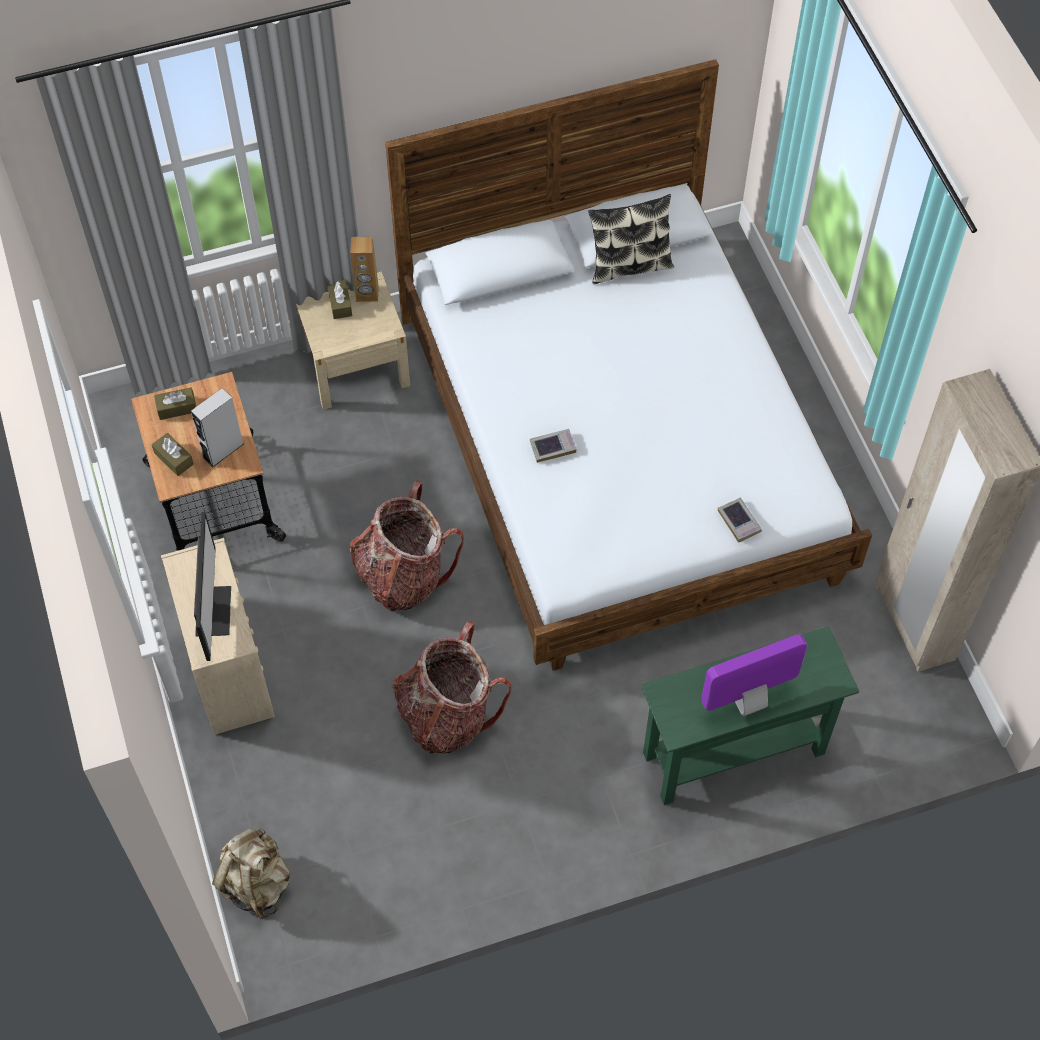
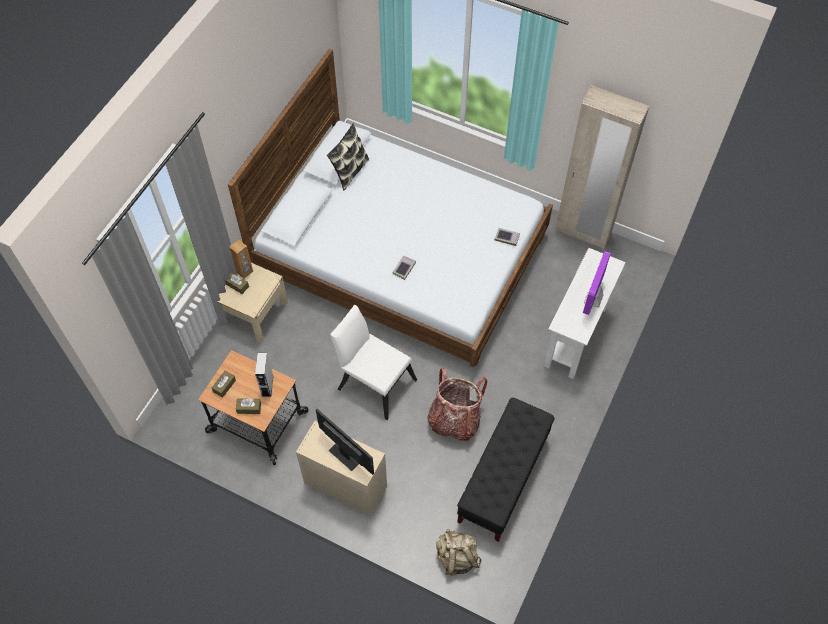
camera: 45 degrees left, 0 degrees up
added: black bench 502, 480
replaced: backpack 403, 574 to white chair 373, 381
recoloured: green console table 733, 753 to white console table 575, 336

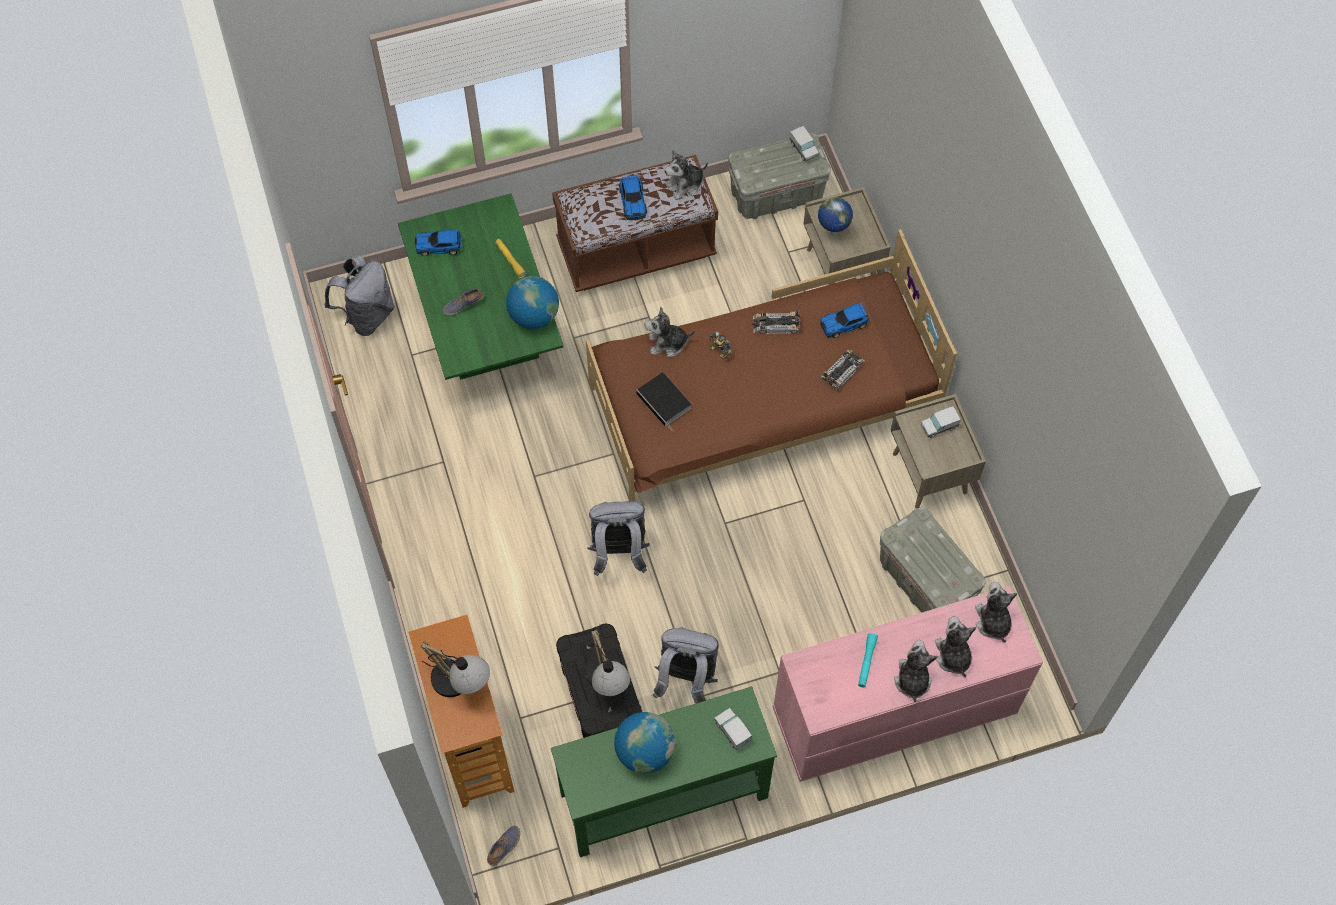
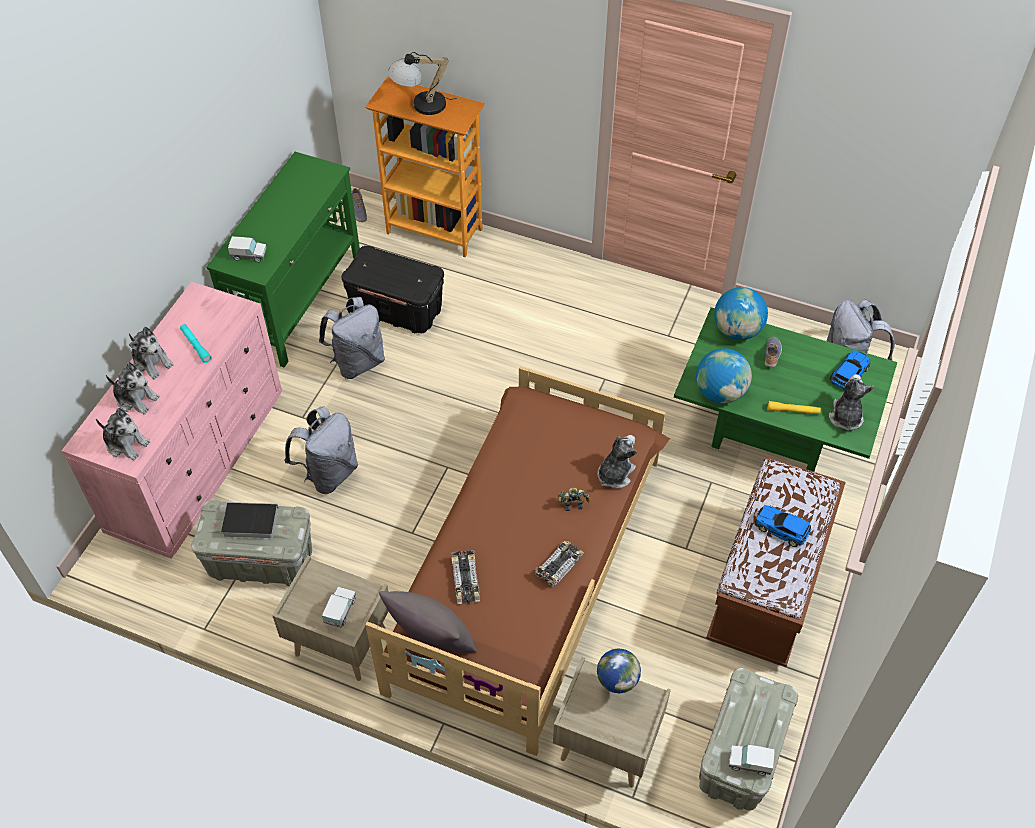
camera: 130 degrees right, 10 degrees down
removed: table lamp 607, 682; toy car 845, 323
added: grey pillow 431, 642
moved: book 665, 402 to 248, 523; grey backpack 618, 553 to 329, 473; globe 644, 751 to 737, 331; plush toy 685, 185 to 845, 417

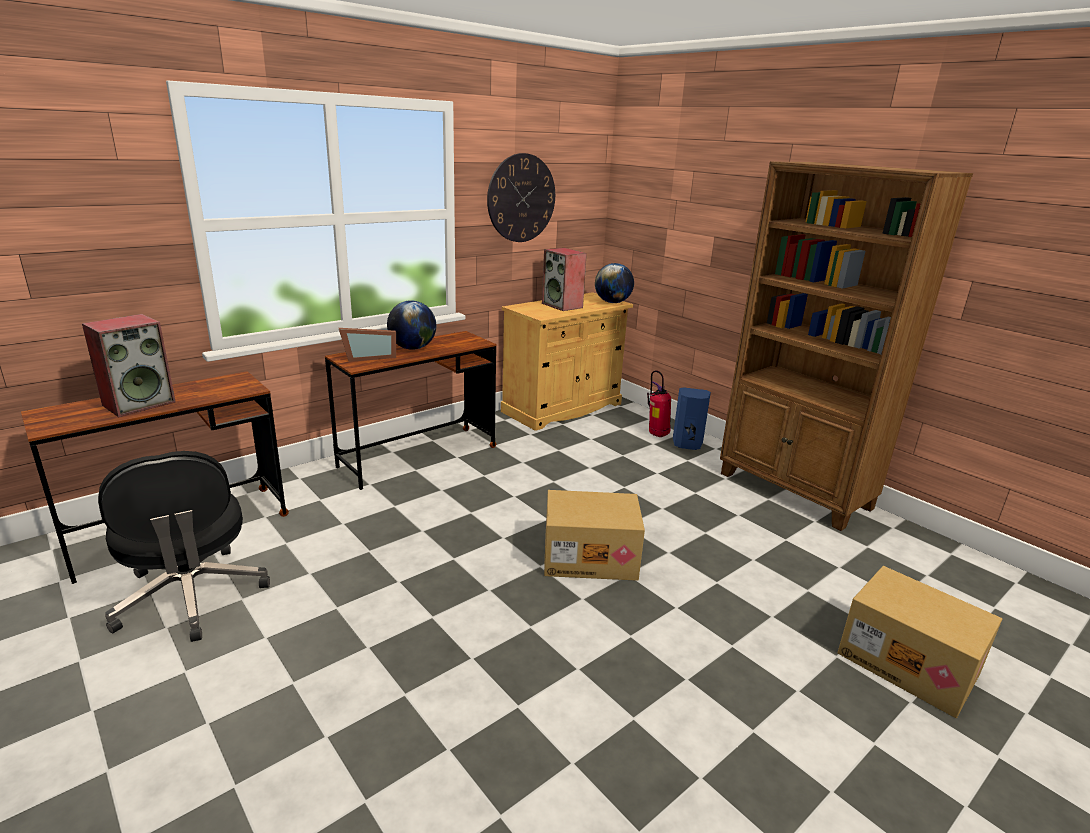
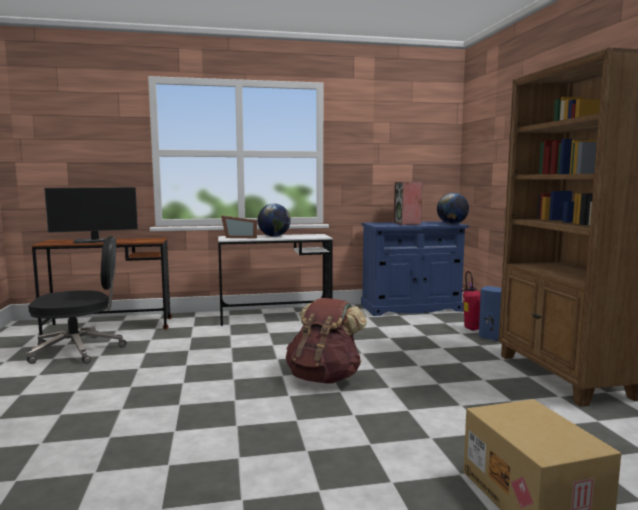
camera: 30 degrees right, 15 degrees down
removed: wall clock 521, 198
replaced: speaker 139, 403 to monitor 96, 241; cardboard box 590, 557 to brown backpack 324, 378
recoloured: brown desk 418, 456 to white desk 275, 317; beige cabinet 562, 408 to blue cabinet 411, 308
turned: black office chair 191, 597 = 79, 350 105 degrees counterclockwise

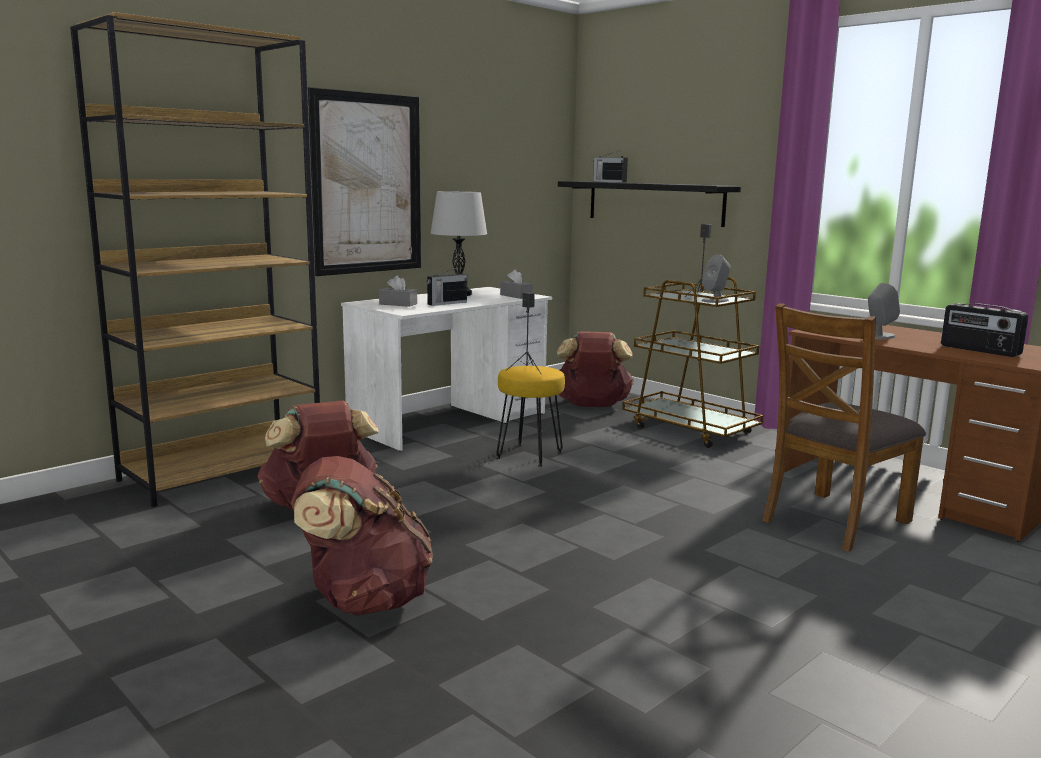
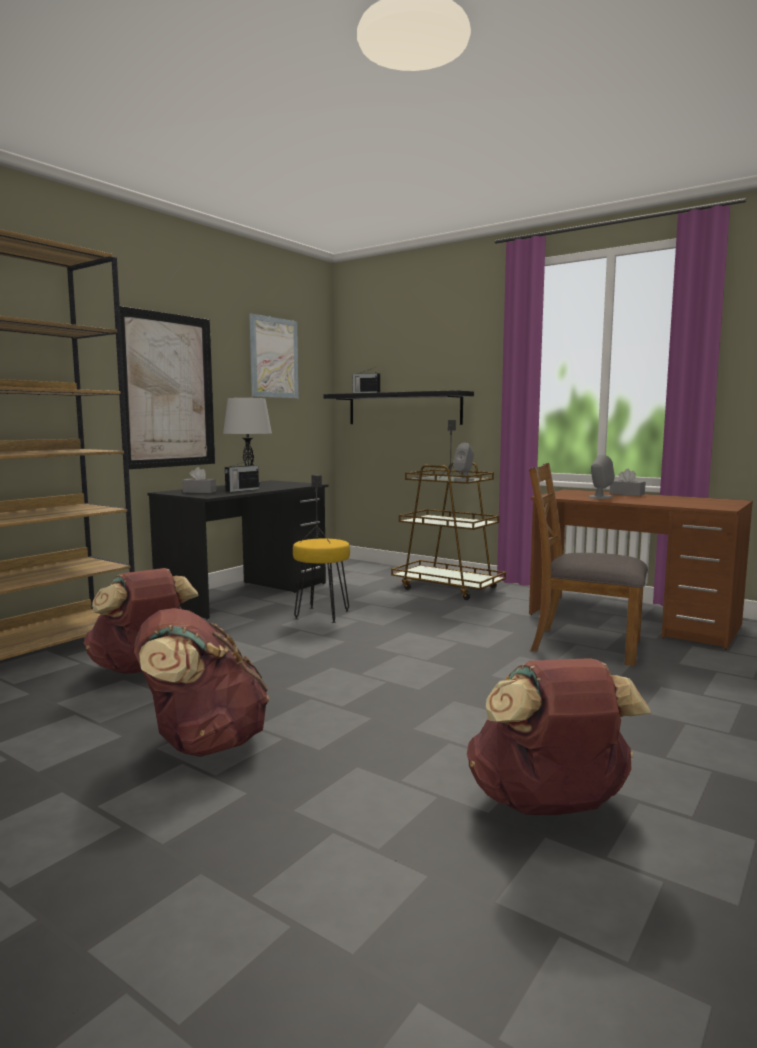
camera: 10 degrees left, 5 degrees down
removed: radio 979, 350
added: picture 274, 357
moved: brown backpack 592, 406 to 549, 806; grey tissue box 516, 296 to 627, 494
recoloured: white desk 450, 422 to black desk 246, 594
turned: brown chair 834, 520 = 584, 645 75 degrees clockwise

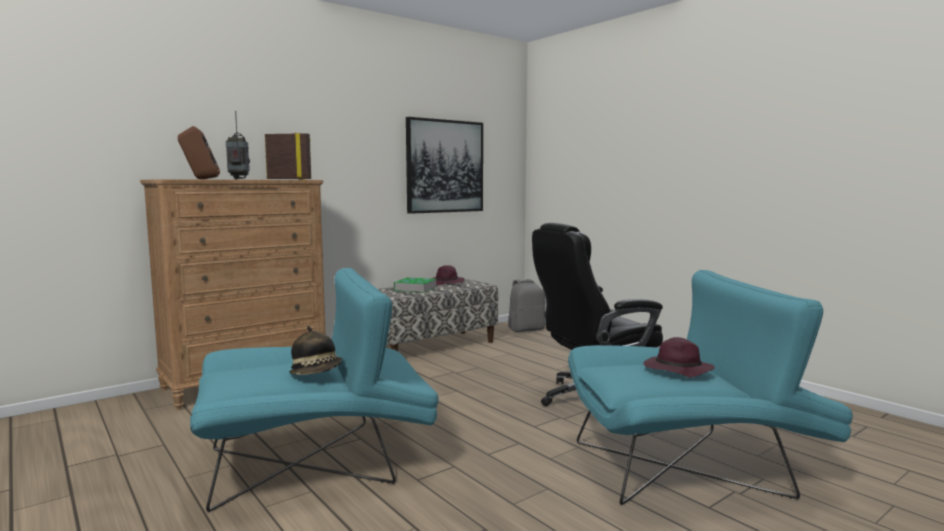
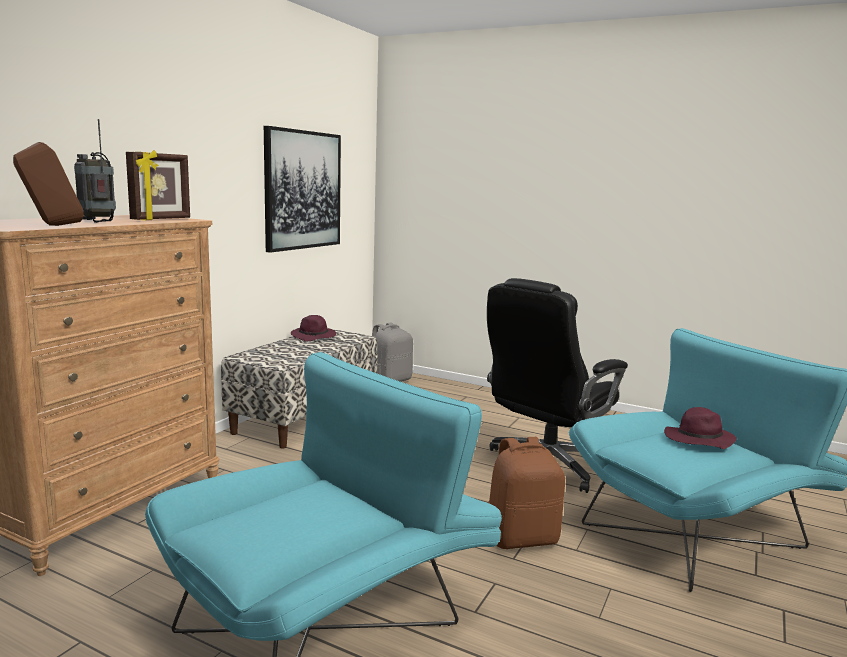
camera: 25 degrees left, 5 degrees up
removed: hat 317, 373; book 415, 289
added: brown backpack 522, 538
turned: picture frame 289, 179 = 162, 219 135 degrees clockwise

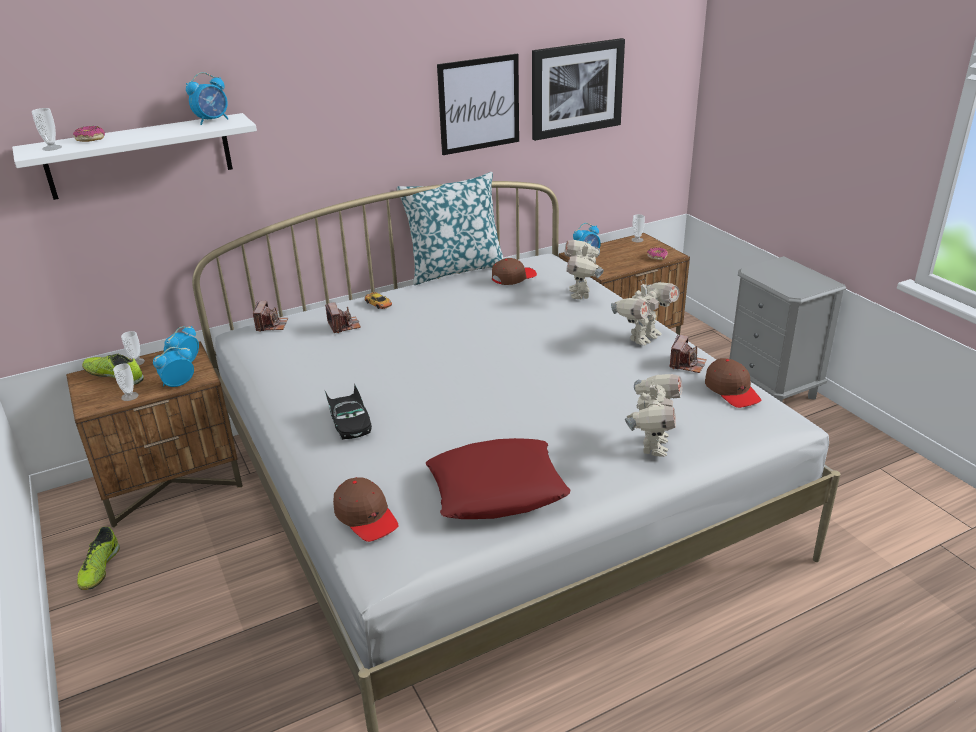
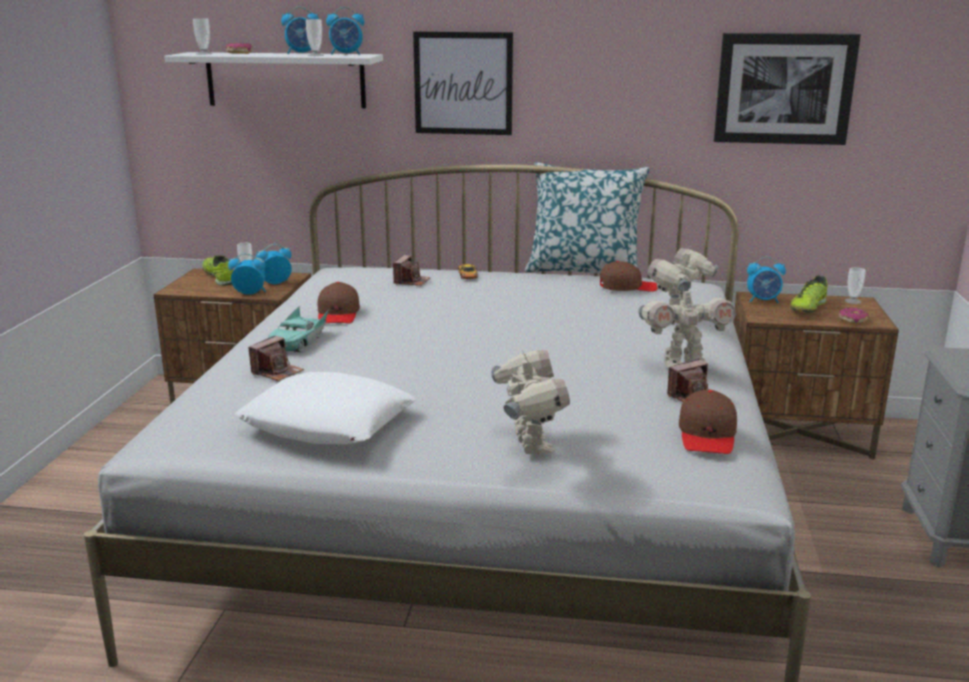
camera: 35 degrees right, 10 degrees down
added: alarm clock 302, 53
moved: photo camera 271, 325 to 277, 372; cup 129, 396 to 315, 55; brown cap 366, 517 to 338, 314; picture 479, 104 to 463, 83; shoe 99, 568 to 807, 308
recoloured: red pillow 497, 488 to white pillow 328, 422; black toy car 349, 422 to turquoise toy car 299, 341
turned: toy robot 652, 445 = 529, 445 60 degrees counterclockwise

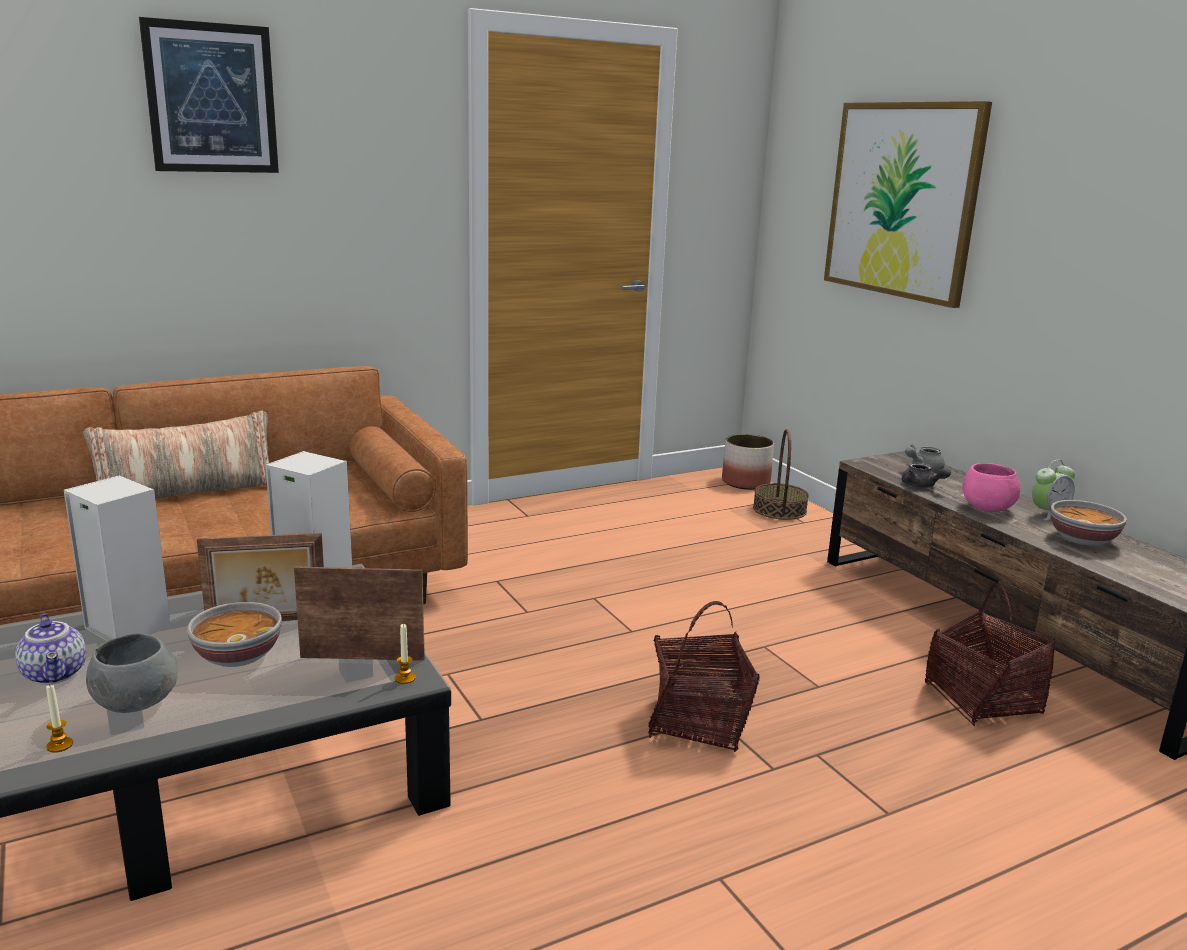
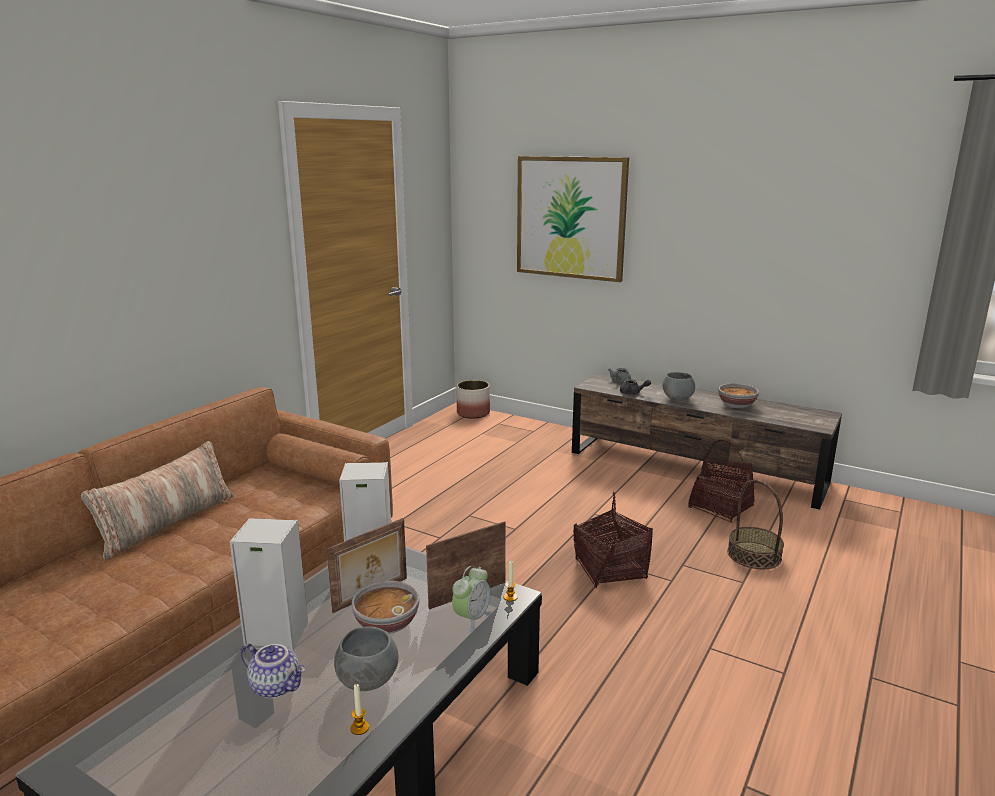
camera: 30 degrees left, 0 degrees up
removed: picture 211, 98
moved: alarm clock 1048, 514 to 471, 618; basket 779, 510 to 754, 555
recoloured: pink bowl 987, 508 to grey bowl 678, 398

